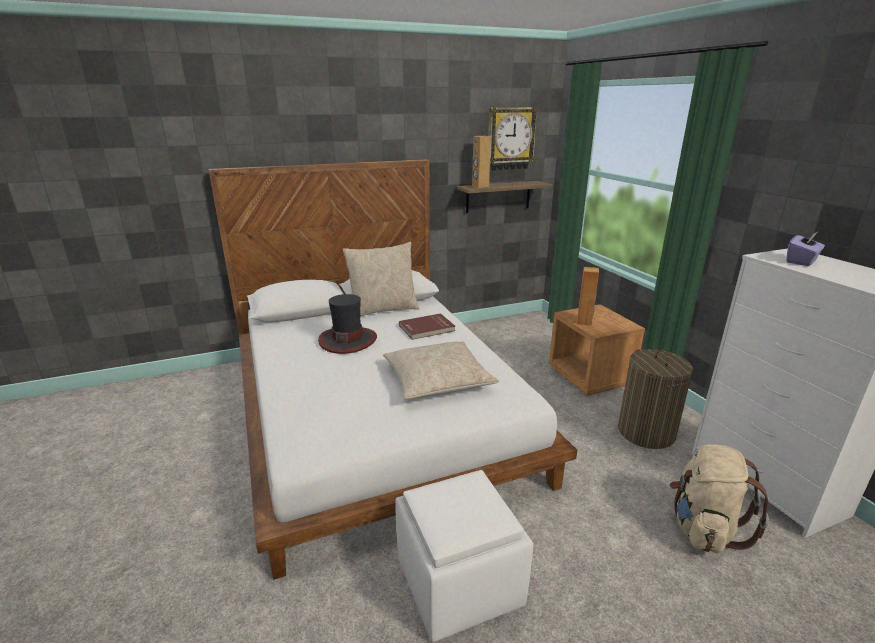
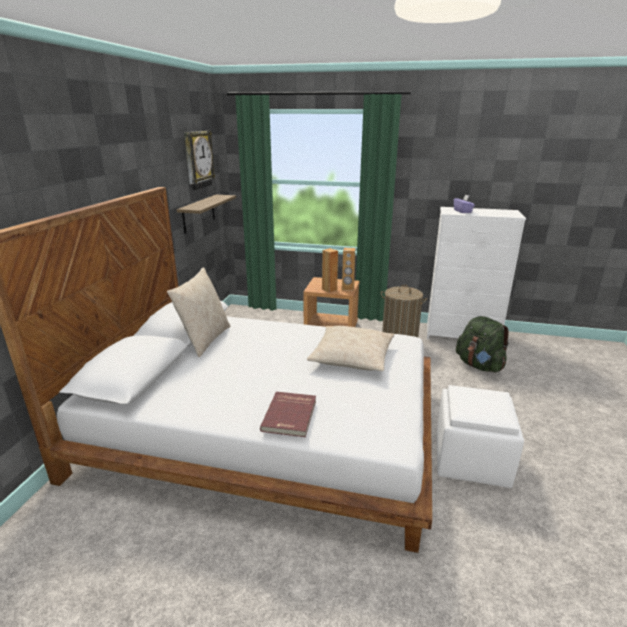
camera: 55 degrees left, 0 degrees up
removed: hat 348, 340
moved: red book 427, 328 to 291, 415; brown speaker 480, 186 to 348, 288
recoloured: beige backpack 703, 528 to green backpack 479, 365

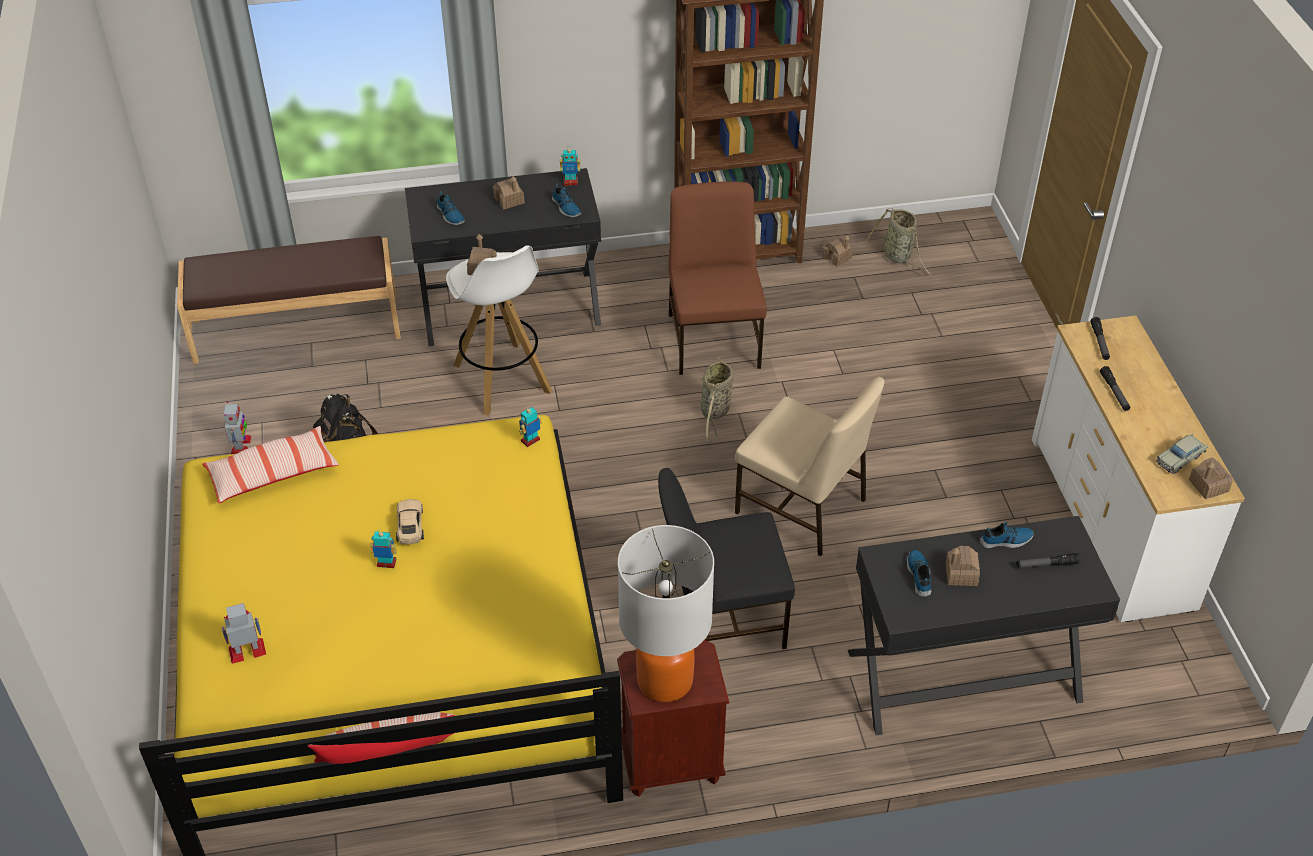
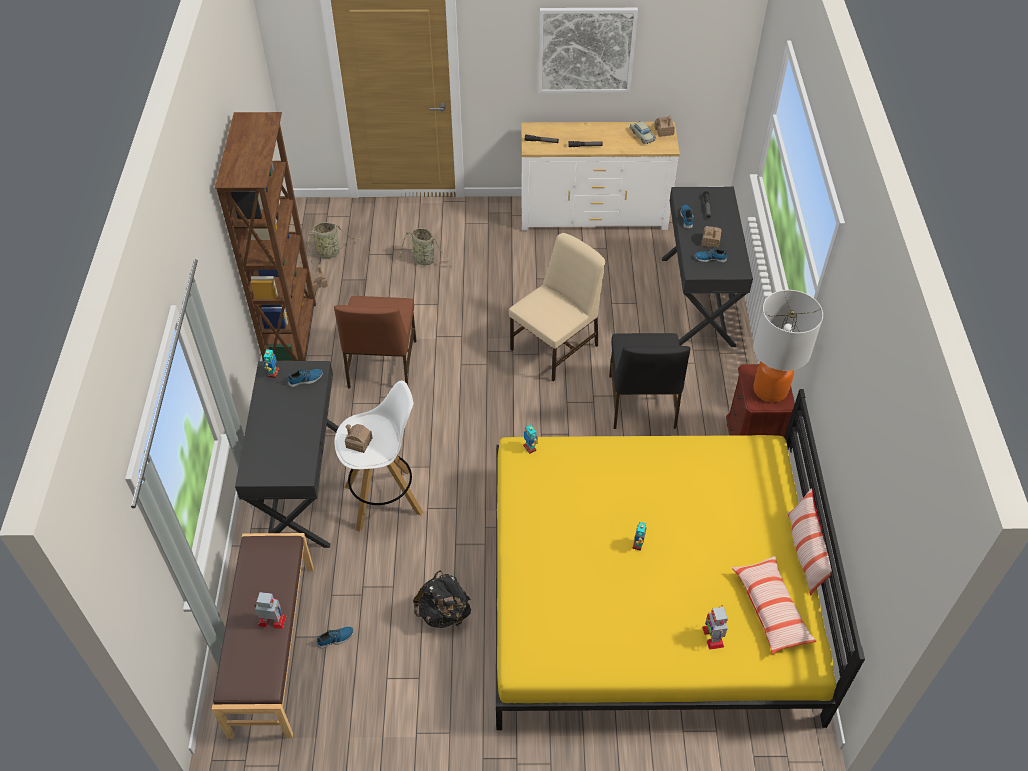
camera: 80 degrees left, 5 degrees up
removed: beige toy car 410, 526; toy house 509, 200
added: picture 586, 50
moved: toy robot 241, 446 to 272, 620; shoe 450, 215 to 335, 638; basket 715, 412 to 425, 260; pillow 272, 474 to 771, 609
turned: brown chair 714, 339 = 381, 365 90 degrees counterclockwise

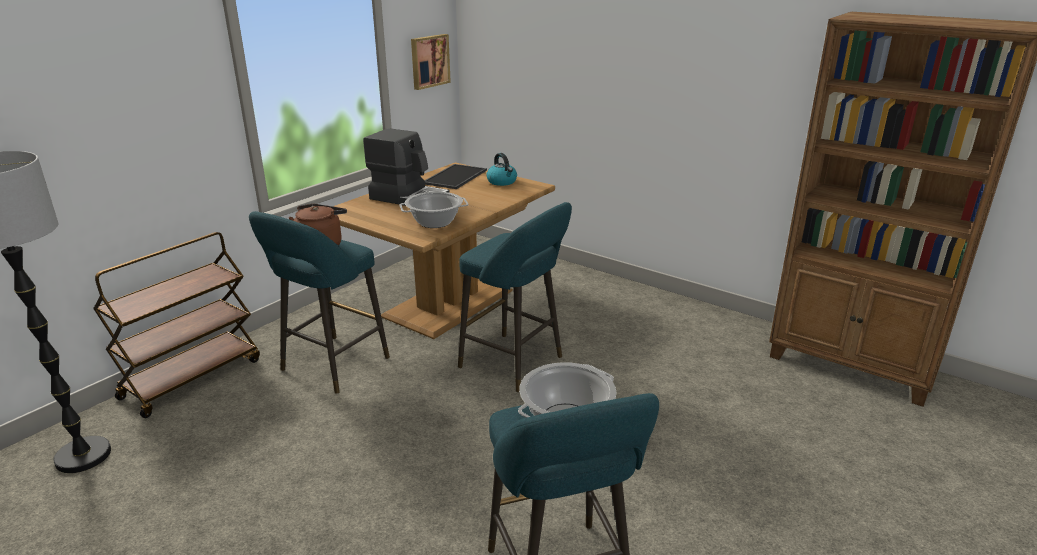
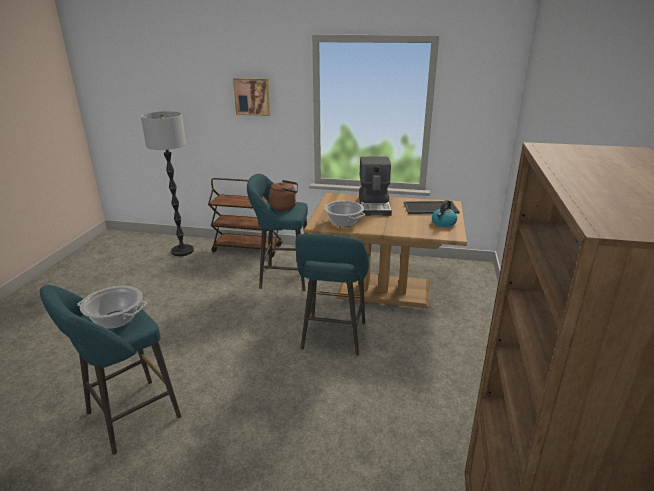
camera: 65 degrees right, 0 degrees up
moved: picture 429, 61 to 252, 96

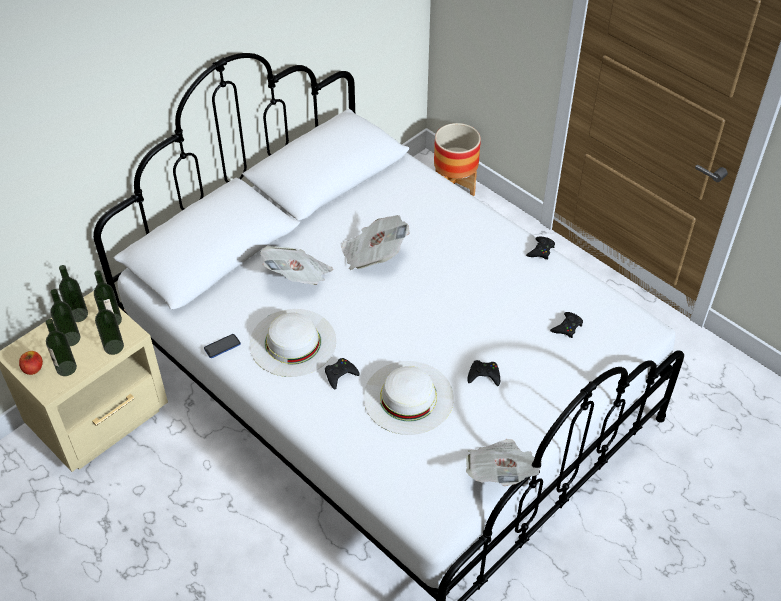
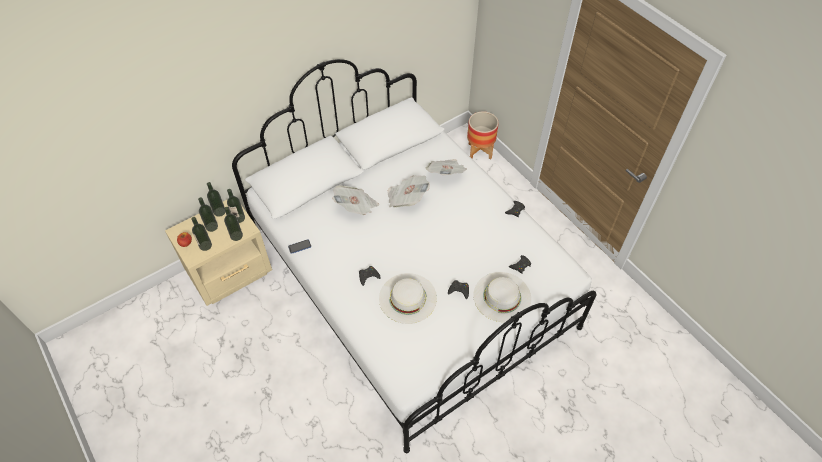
camera: 10 degrees right, 5 degrees up
moved: newspaper 501, 473 to 446, 174; white hat 293, 342 to 502, 296

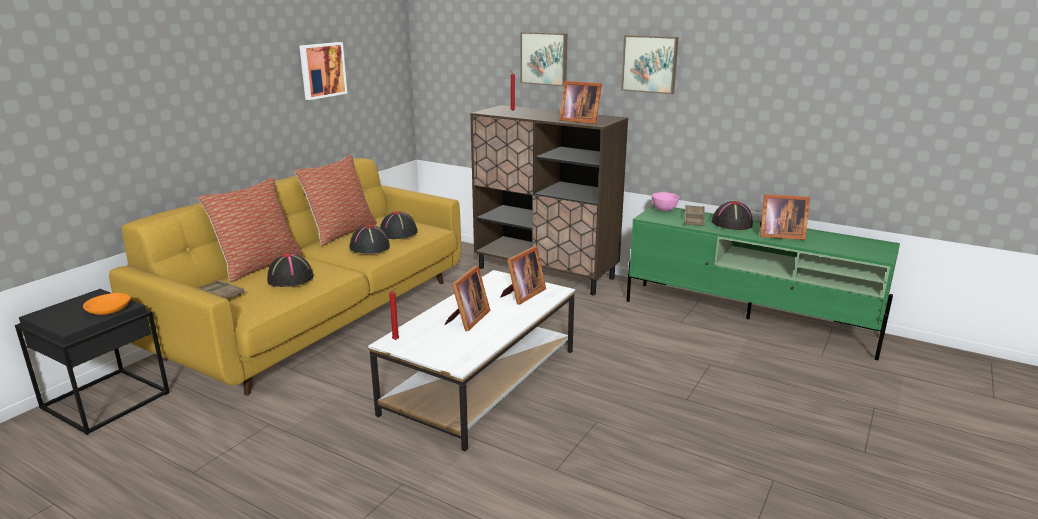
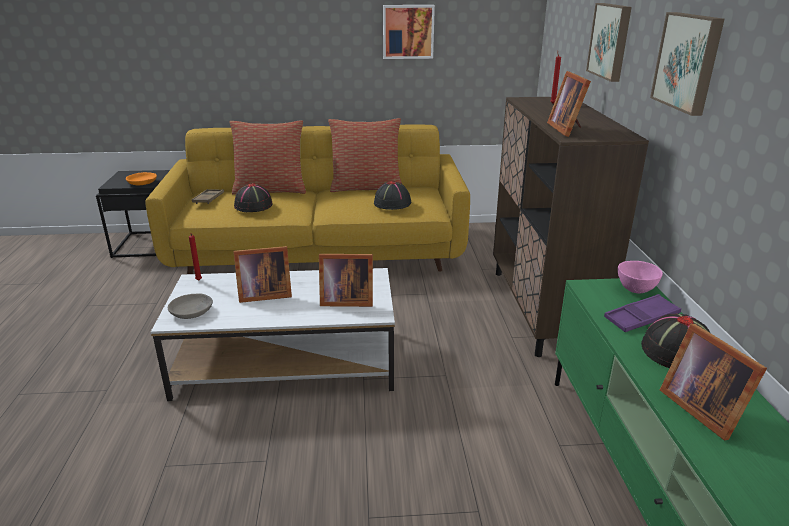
camera: 55 degrees right, 5 degrees up
removed: black hat 369, 247
added: grey bowl 192, 312
recoloured: brown tray 694, 219 to purple tray 641, 318

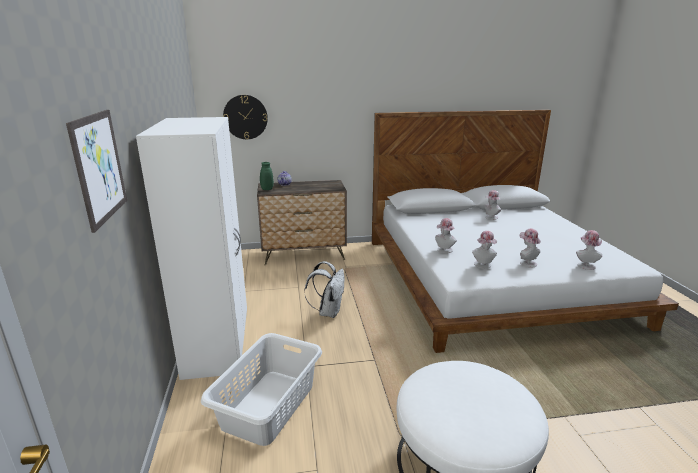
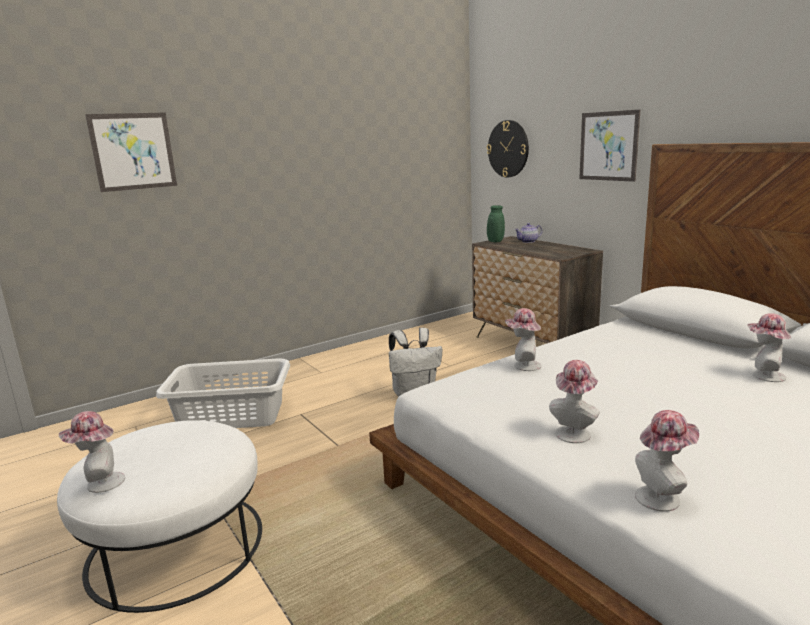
camera: 65 degrees right, 5 degrees down
removed: white wardrobe 218, 344
added: picture 608, 146
moved: hat 483, 265 to 100, 484

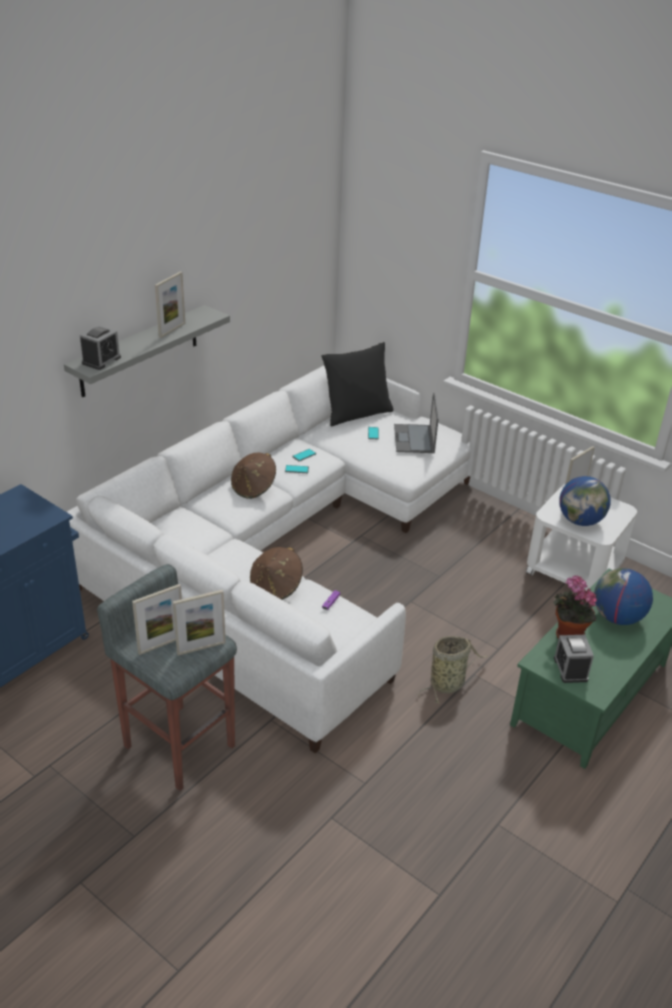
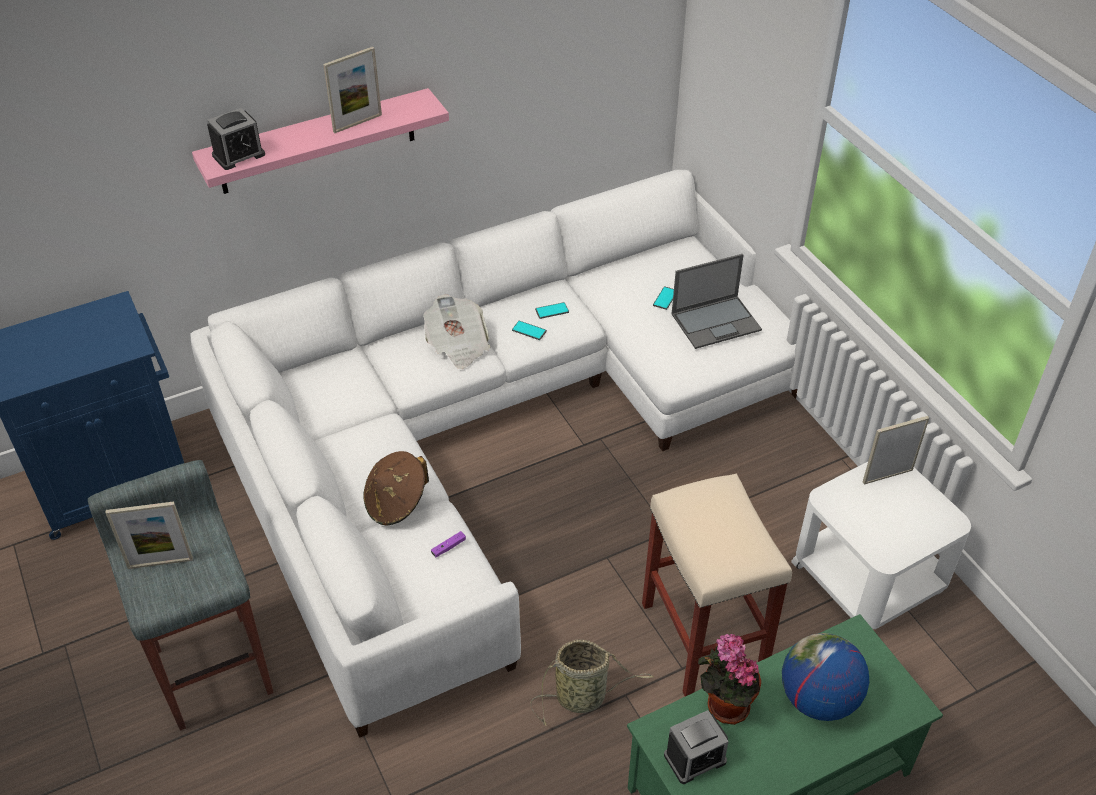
camera: 25 degrees right, 10 degrees up
removed: picture frame 201, 648; black pillow 356, 413; globe 580, 521
added: beige stool 701, 636
replaced: brown hat 254, 488 to newspaper 457, 345
recoloured: grey shelf 139, 351 to pink shelf 317, 142
turned: alarm clock 570, 669 = 695, 758 135 degrees counterclockwise; laptop 414, 439 = 716, 321 135 degrees counterclockwise

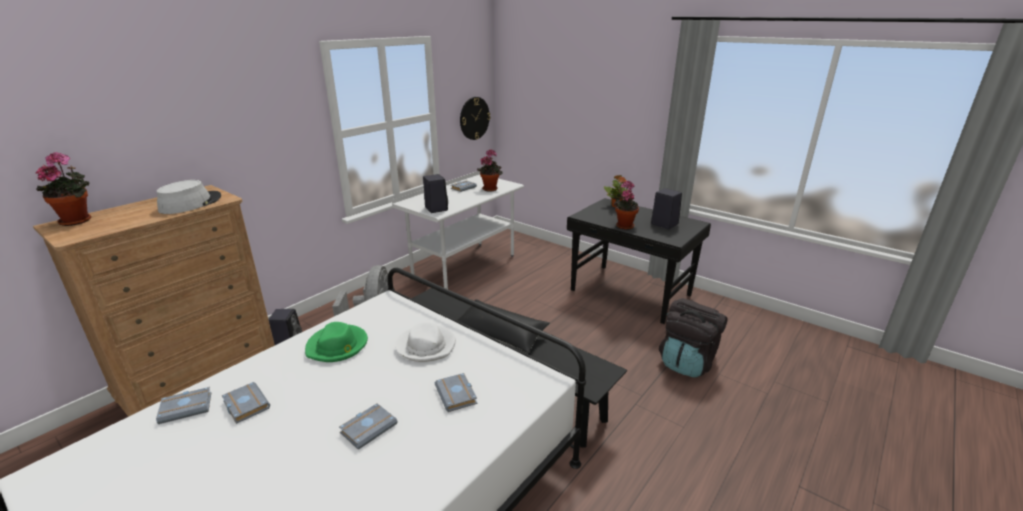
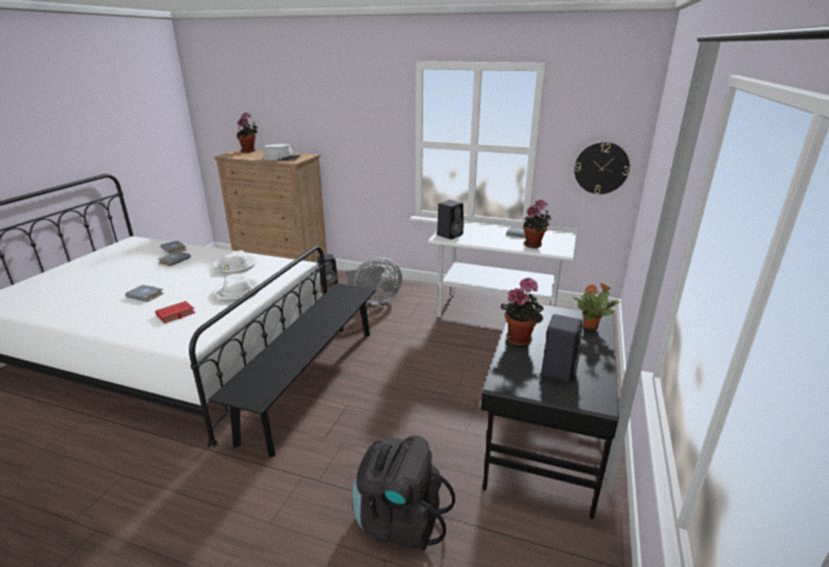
camera: 70 degrees right, 0 degrees up
removed: black pillow 500, 333
recoloured: grey book 457, 395 to red book 175, 315; green hat 337, 346 to white hat 235, 266

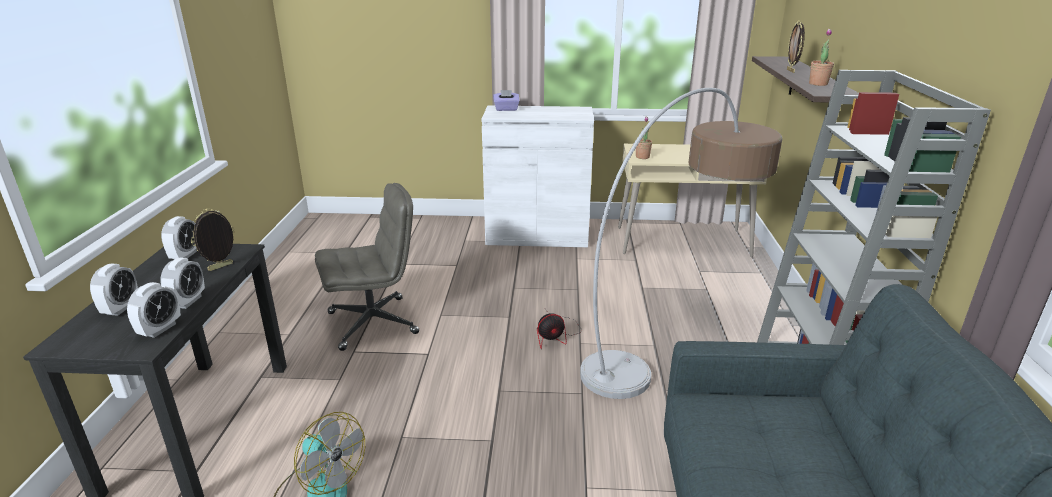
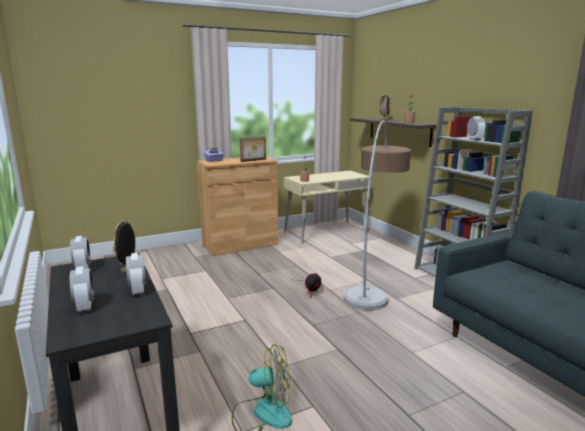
camera: 30 degrees left, 10 degrees down
removed: grey office chair 374, 322
added: picture frame 253, 160
moved: alarm clock 160, 329 to 474, 139
recoloured: white cabinet 537, 235 to brown cabinet 240, 245

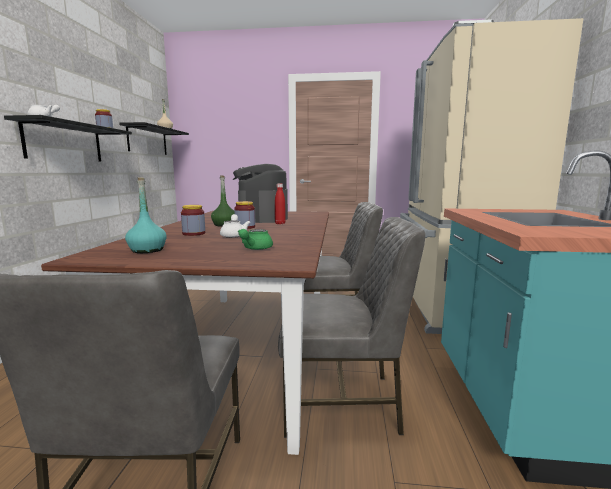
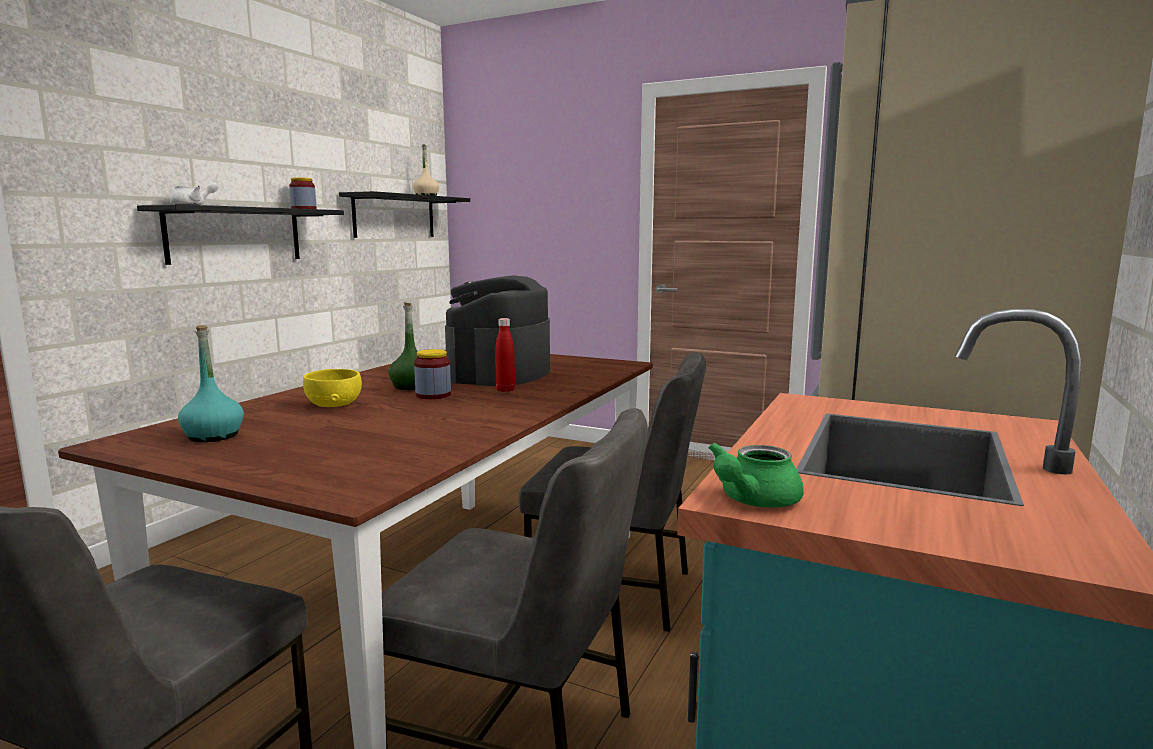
camera: 20 degrees right, 0 degrees up
removed: white teapot 234, 235
moved: green teapot 254, 249 to 752, 501
replaced: jar 194, 233 to yellow bowl 333, 404

